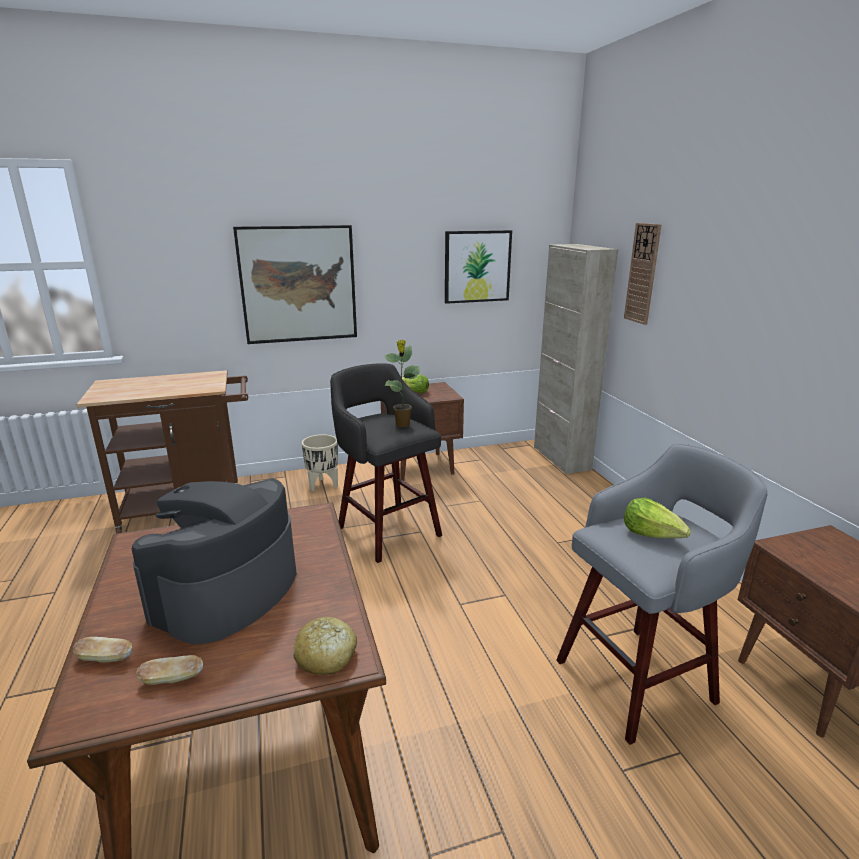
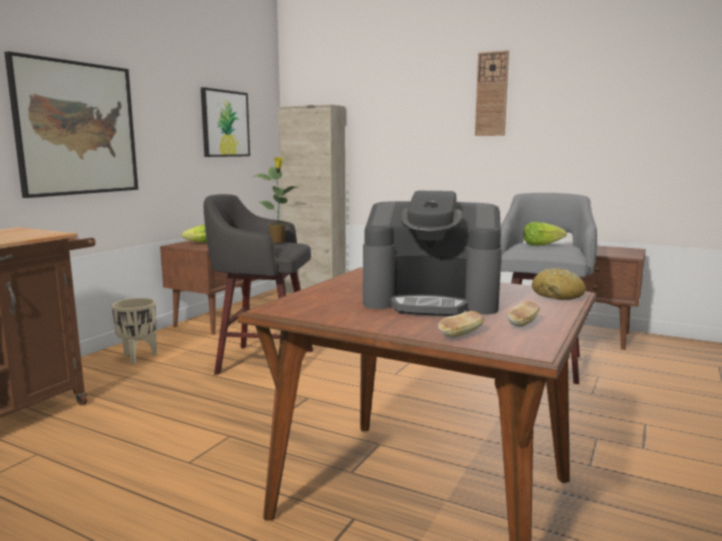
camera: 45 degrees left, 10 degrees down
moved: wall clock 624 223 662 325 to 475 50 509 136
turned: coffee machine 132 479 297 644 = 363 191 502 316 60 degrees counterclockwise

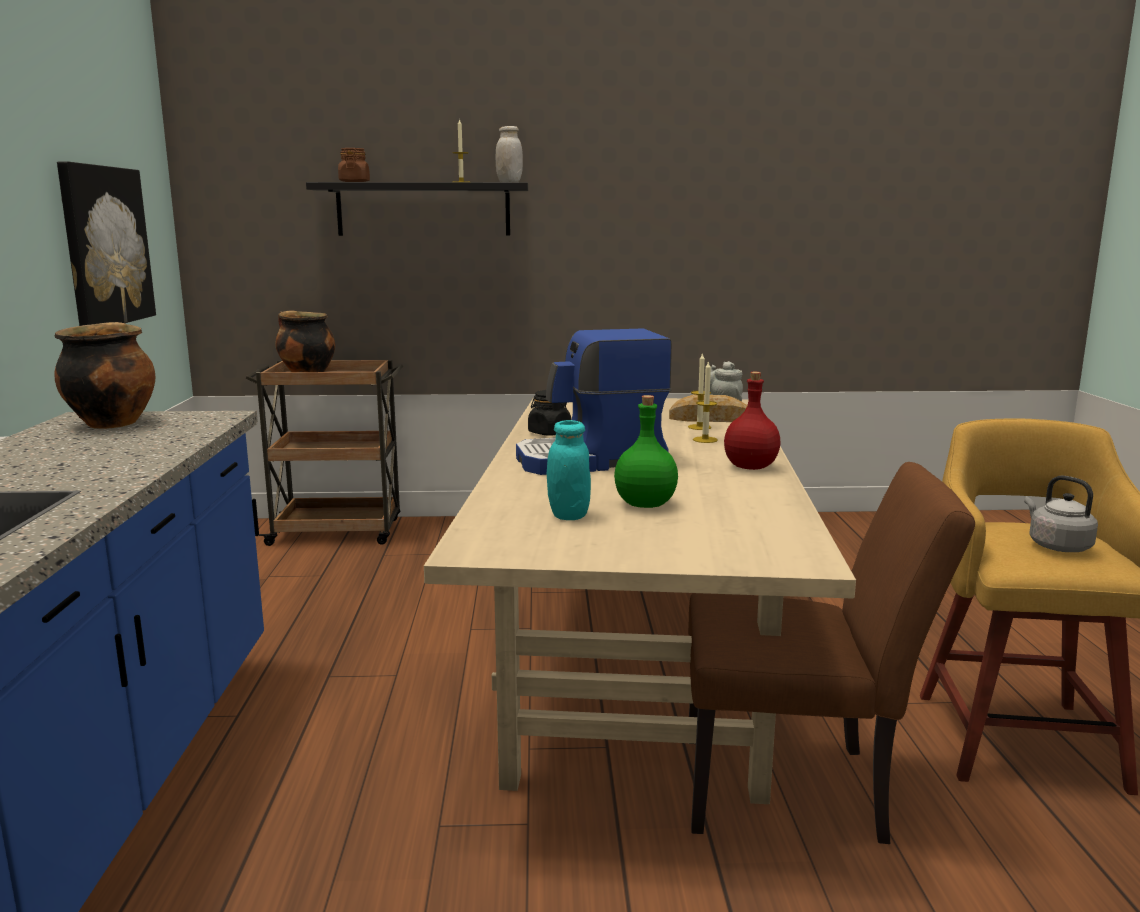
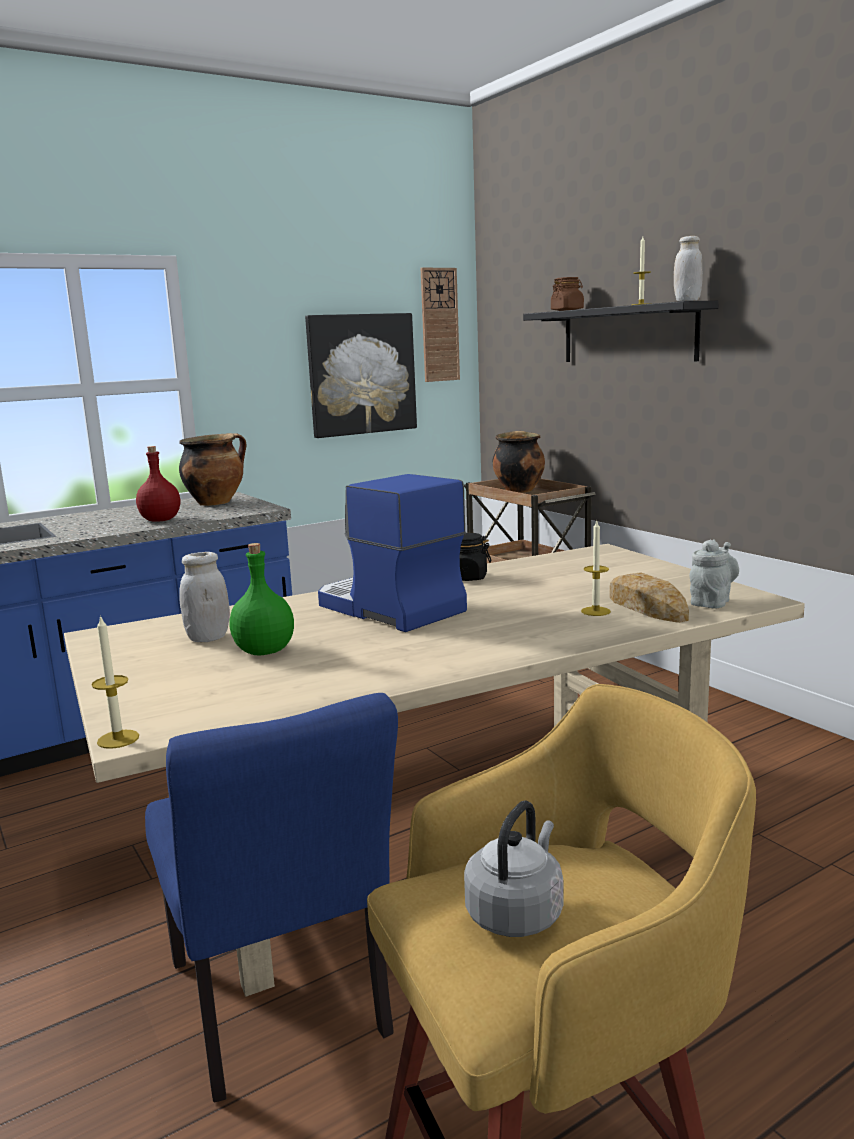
camera: 60 degrees right, 0 degrees up
added: wall clock 420 268 460 382
moved: candle 693 361 718 443 to 92 615 139 749; bottle (red) 724 372 781 470 to 136 446 180 522
recoloured: chair (brown) 688 462 975 844 to chair (blue) 145 693 398 1102; jar (turquoise) 547 420 591 520 to jar (white) 179 552 230 642

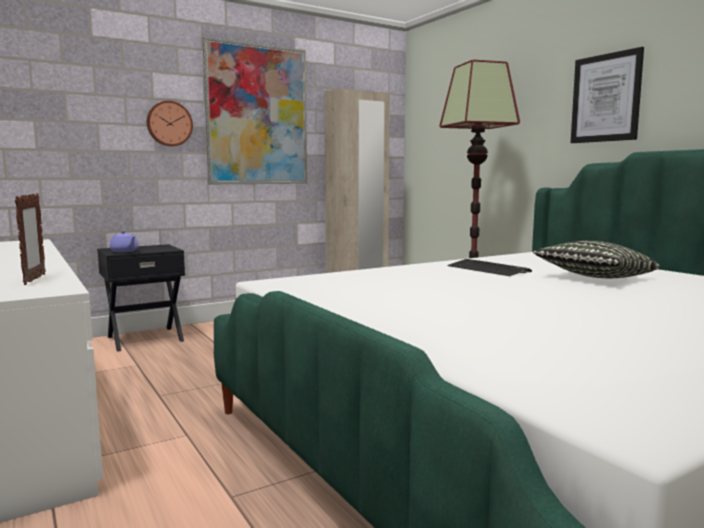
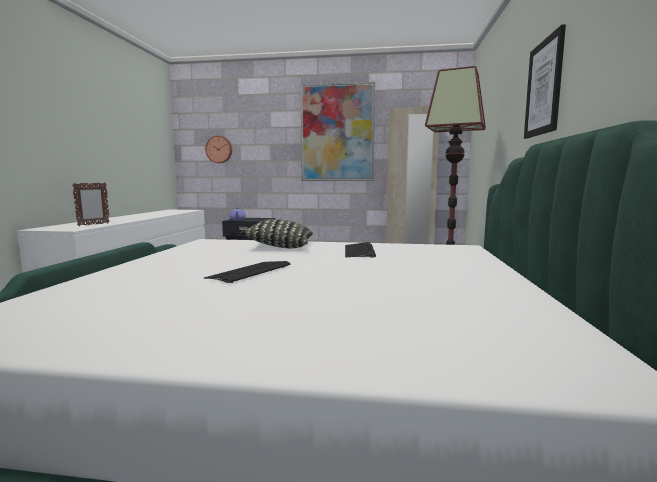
camera: 40 degrees right, 0 degrees up
added: keyboard 204 261 291 283
moved: wall clock 146 101 193 146 to 205 136 232 163; pillow 533 241 660 278 to 241 219 313 248

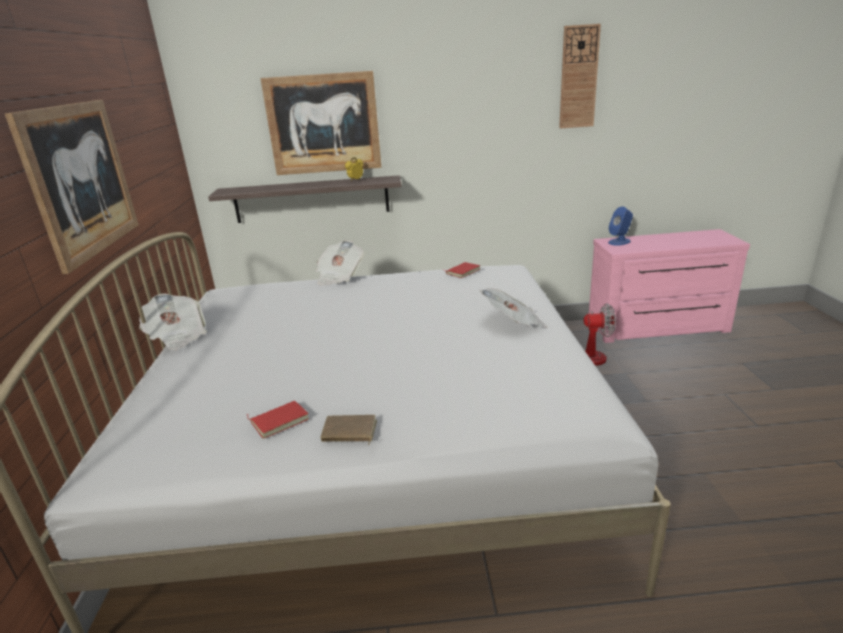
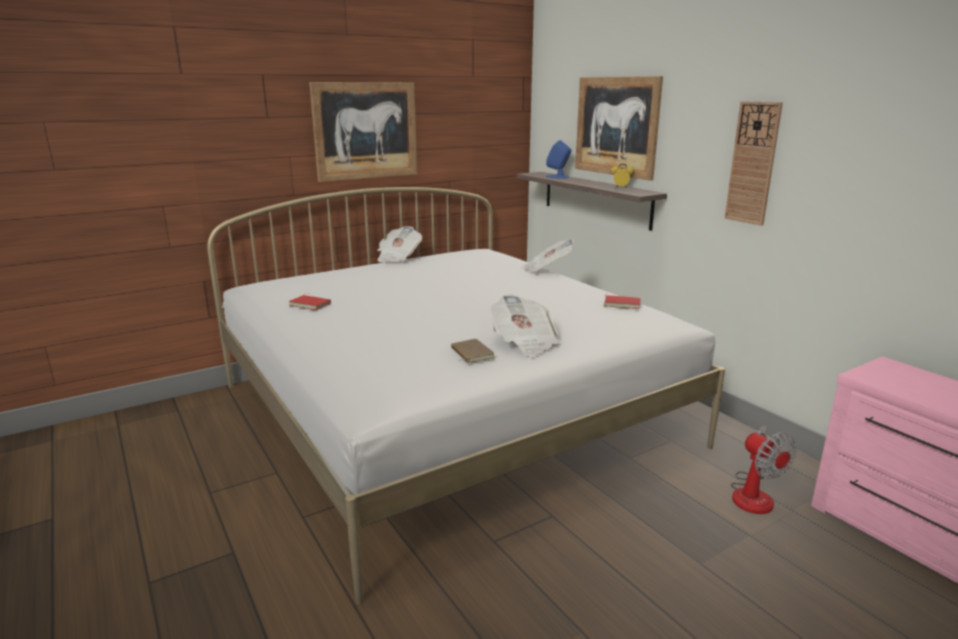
camera: 60 degrees right, 5 degrees down
moved: book (brown) 320 415 377 445 to 451 339 494 363; speaker (blue) 608 207 633 246 to 546 140 571 179; wall clock 559 24 601 129 to 725 101 783 226

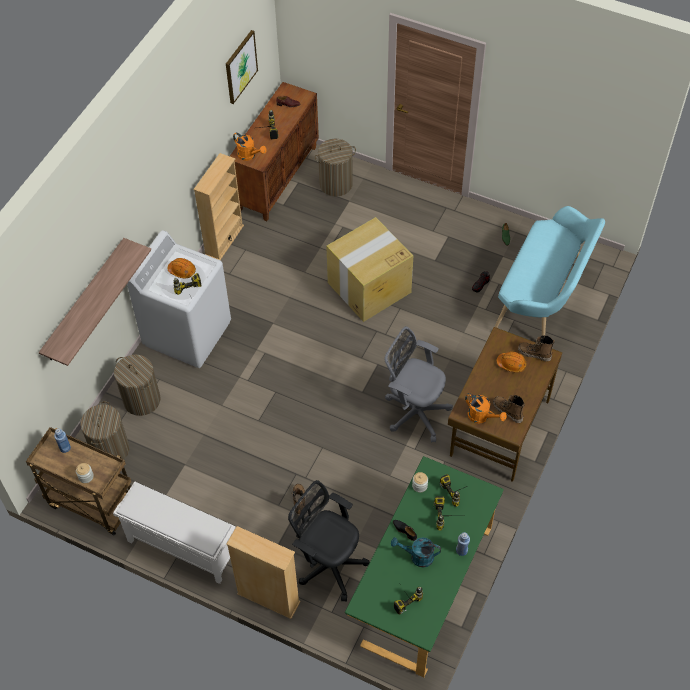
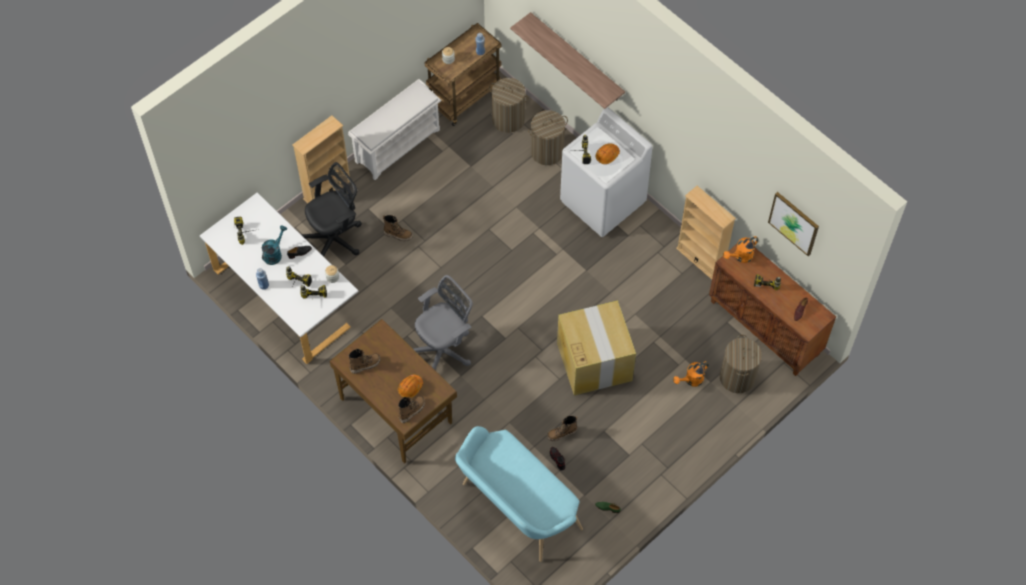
camera: 110 degrees right, 5 degrees up
added: boot 547 416 578 442
moved: watering can (orange) 465 393 507 424 to 673 361 709 387
recoloured: desk (green) 345 456 504 678 to desk (white) 200 192 358 364

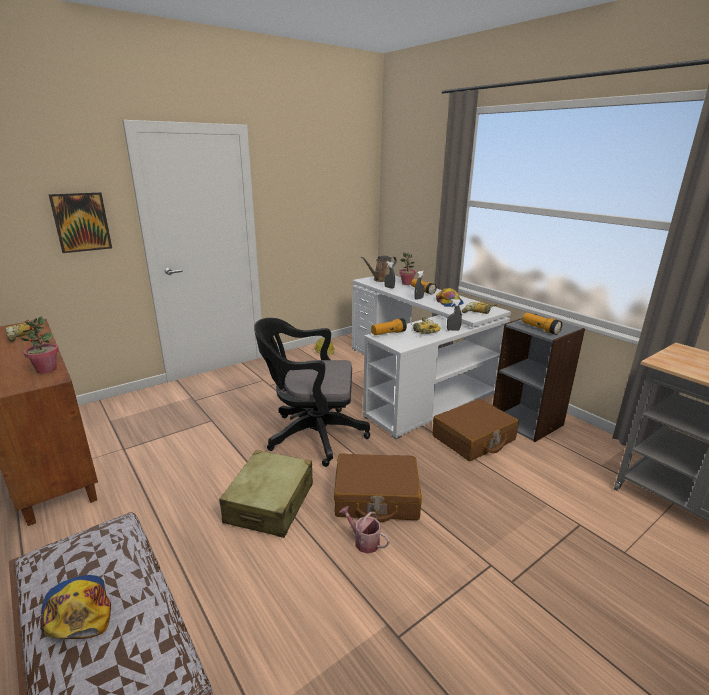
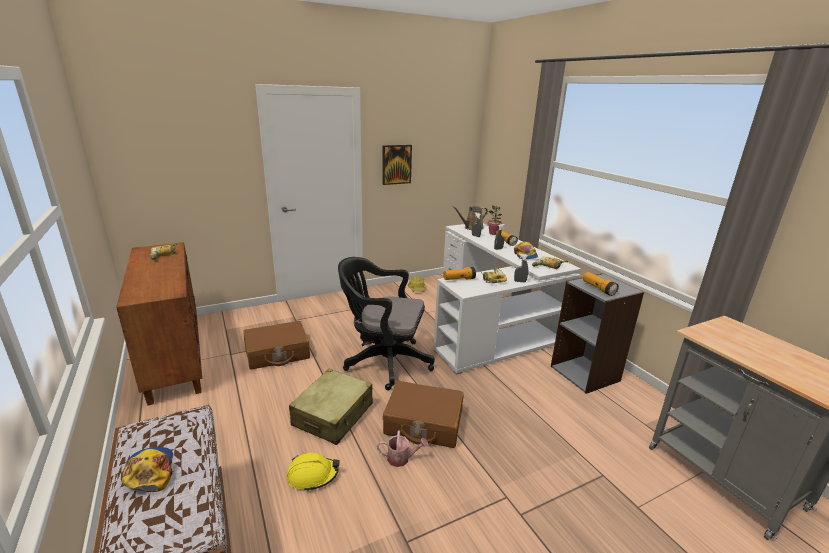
camera: 10 degrees right, 0 degrees up
removed: potted plant 20 316 59 374
added: hard hat (yellow) 286 453 340 491
moved: suitcase (brown) 432 399 519 461 to 243 321 310 370; picture 48 192 112 253 to 382 145 412 185
turned: watering can 340 506 390 554 = 377 430 429 467 135 degrees clockwise

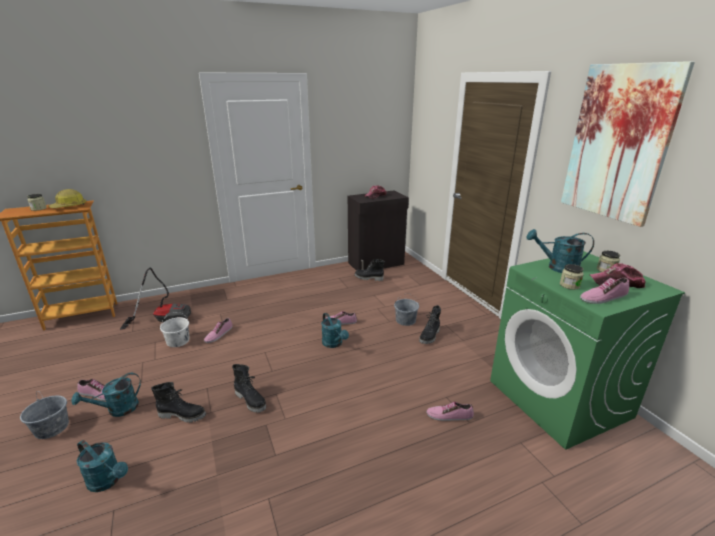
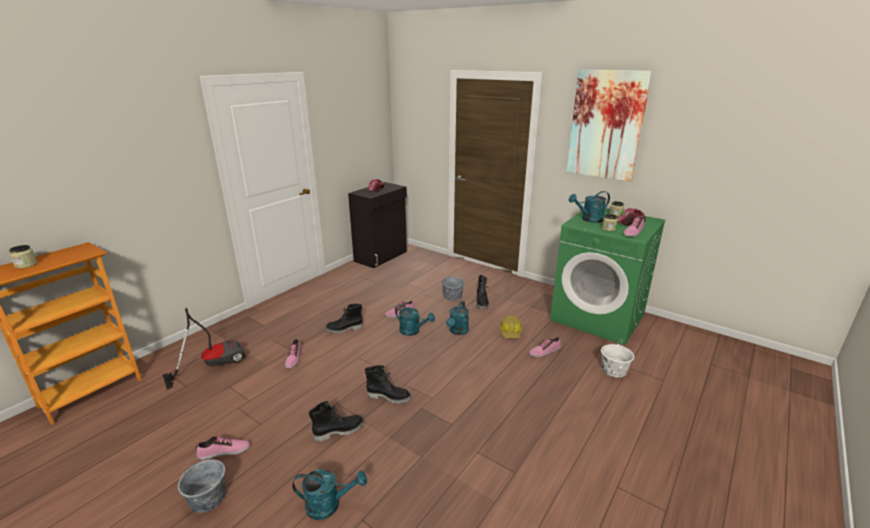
camera: 30 degrees left, 0 degrees up
moved: boot (black) 355 259 385 281 to 325 304 363 334; watering can (turquoise) 71 373 141 417 to 446 301 469 335; hard hat 49 189 86 208 to 500 315 523 339; bucket (white) 160 312 190 347 to 601 343 634 378

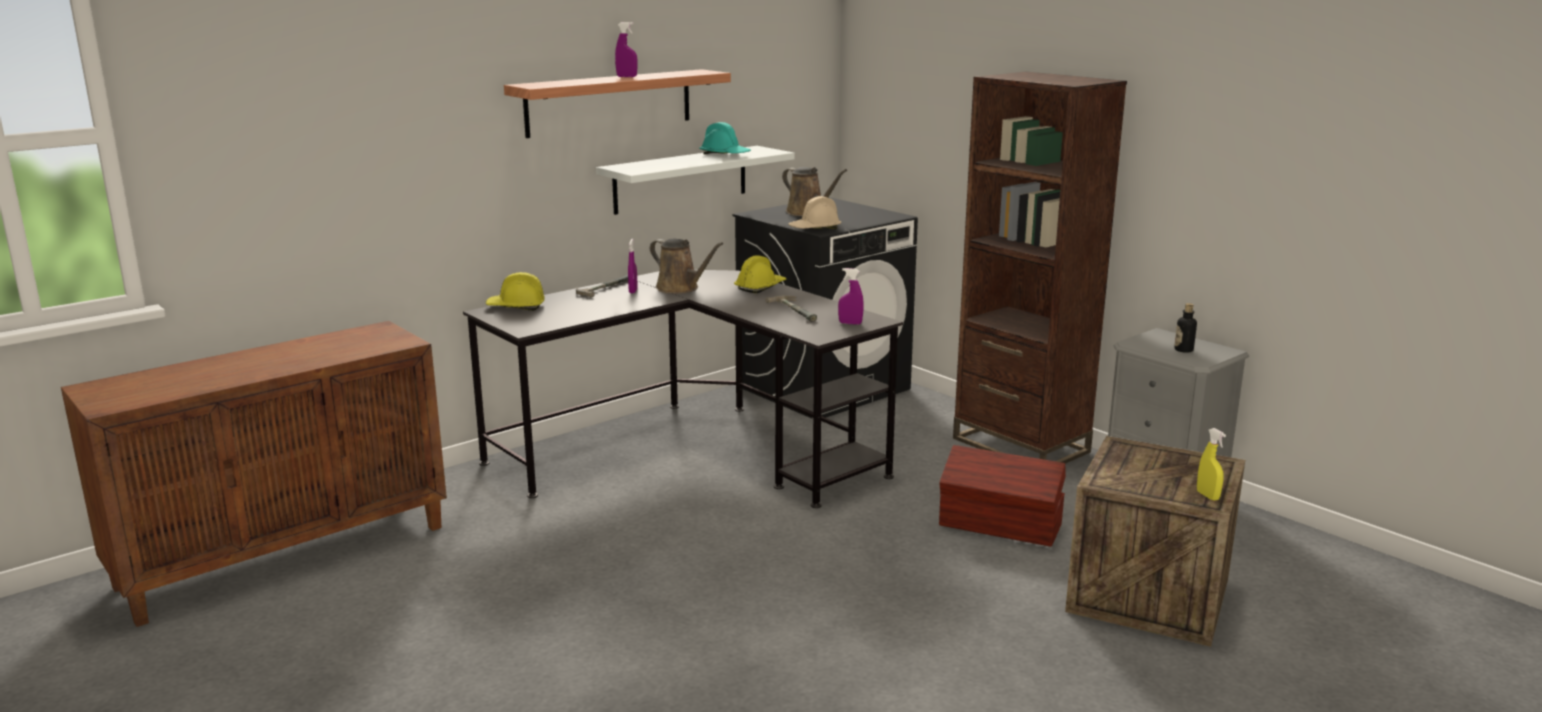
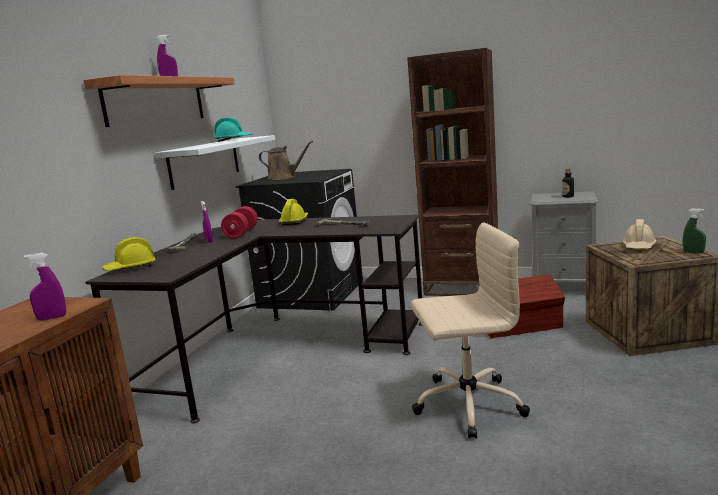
camera: 30 degrees left, 5 degrees down
added: office chair (beige) 411 222 530 439
moved: spray bottle (purple) 838 268 864 325 to 24 253 66 320; hard hat (beige) 788 196 841 229 to 622 219 657 249
replaced: watering can (brown) 650 238 723 294 to dumbbell (red) 221 206 258 238
recoloured: spray bottle (yellow) 1197 428 1226 501 to spray bottle (green) 683 208 706 254

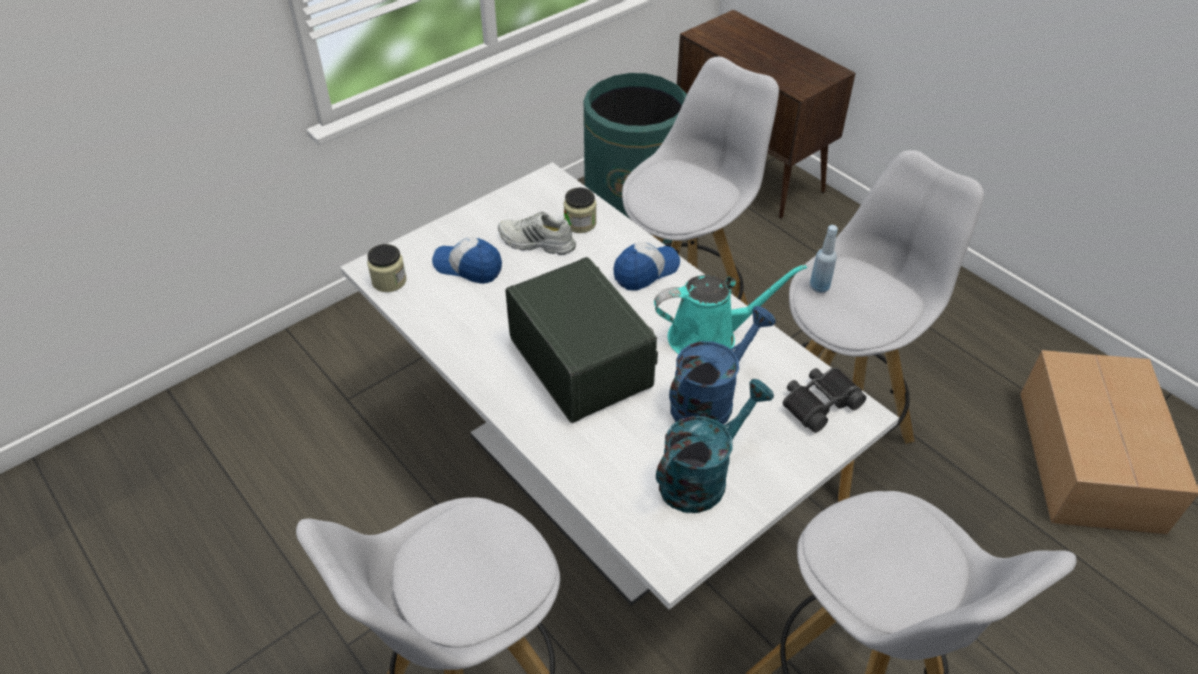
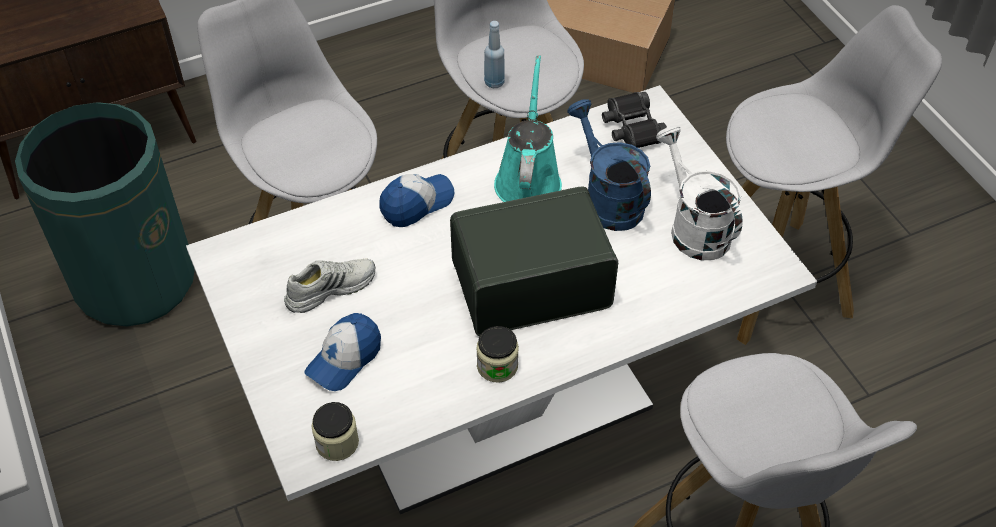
camera: 75 degrees left, 5 degrees up
moved: jar 564 187 597 233 to 476 326 519 383
recoloured: watering can (turquoise) 656 379 774 513 to watering can (white) 656 125 743 260
turned: shoe (white) 498 212 576 255 = 284 259 375 313 150 degrees counterclockwise; cap 613 242 680 291 = 379 174 455 227 75 degrees clockwise

